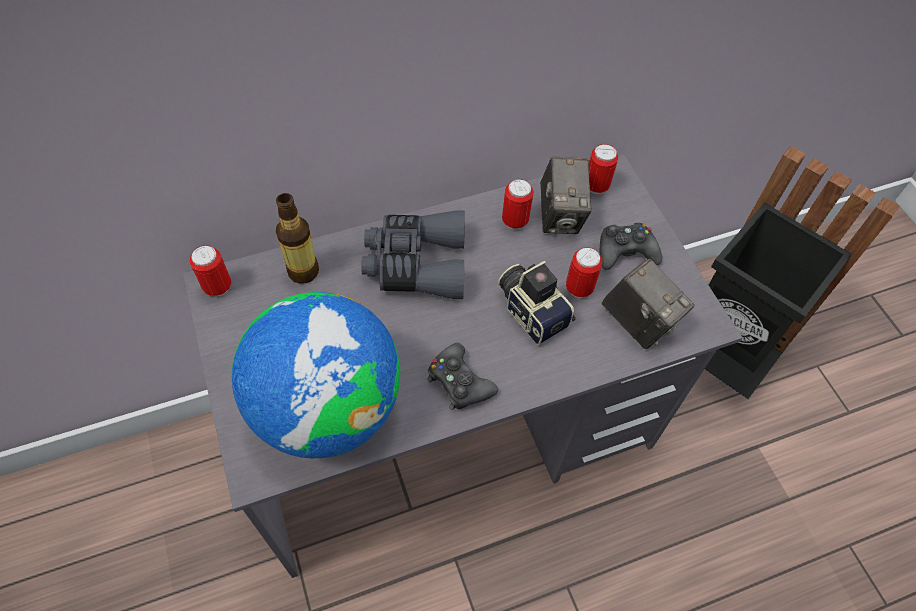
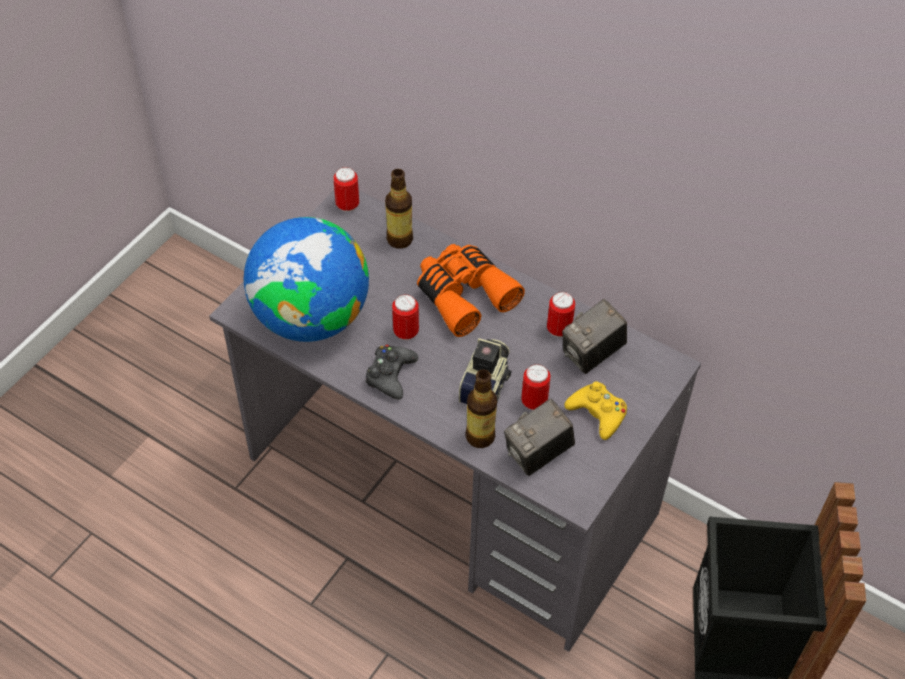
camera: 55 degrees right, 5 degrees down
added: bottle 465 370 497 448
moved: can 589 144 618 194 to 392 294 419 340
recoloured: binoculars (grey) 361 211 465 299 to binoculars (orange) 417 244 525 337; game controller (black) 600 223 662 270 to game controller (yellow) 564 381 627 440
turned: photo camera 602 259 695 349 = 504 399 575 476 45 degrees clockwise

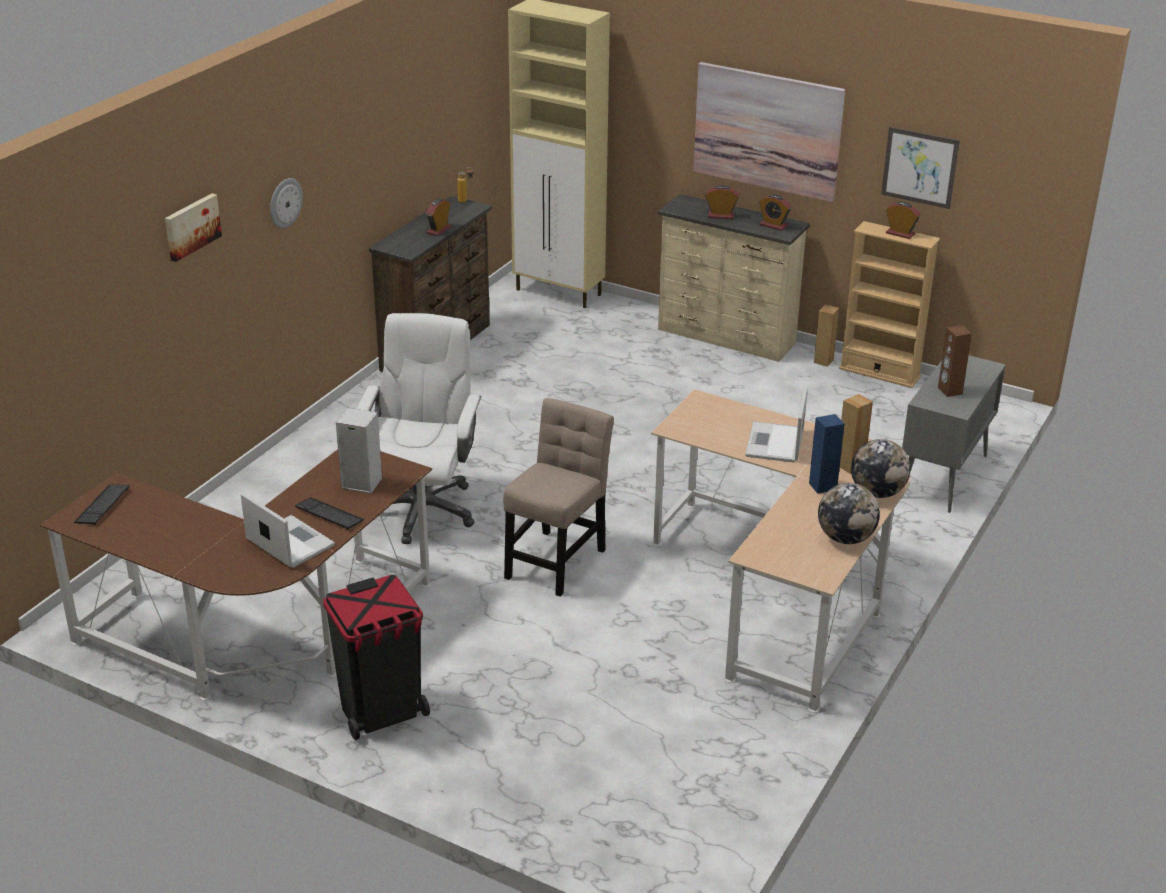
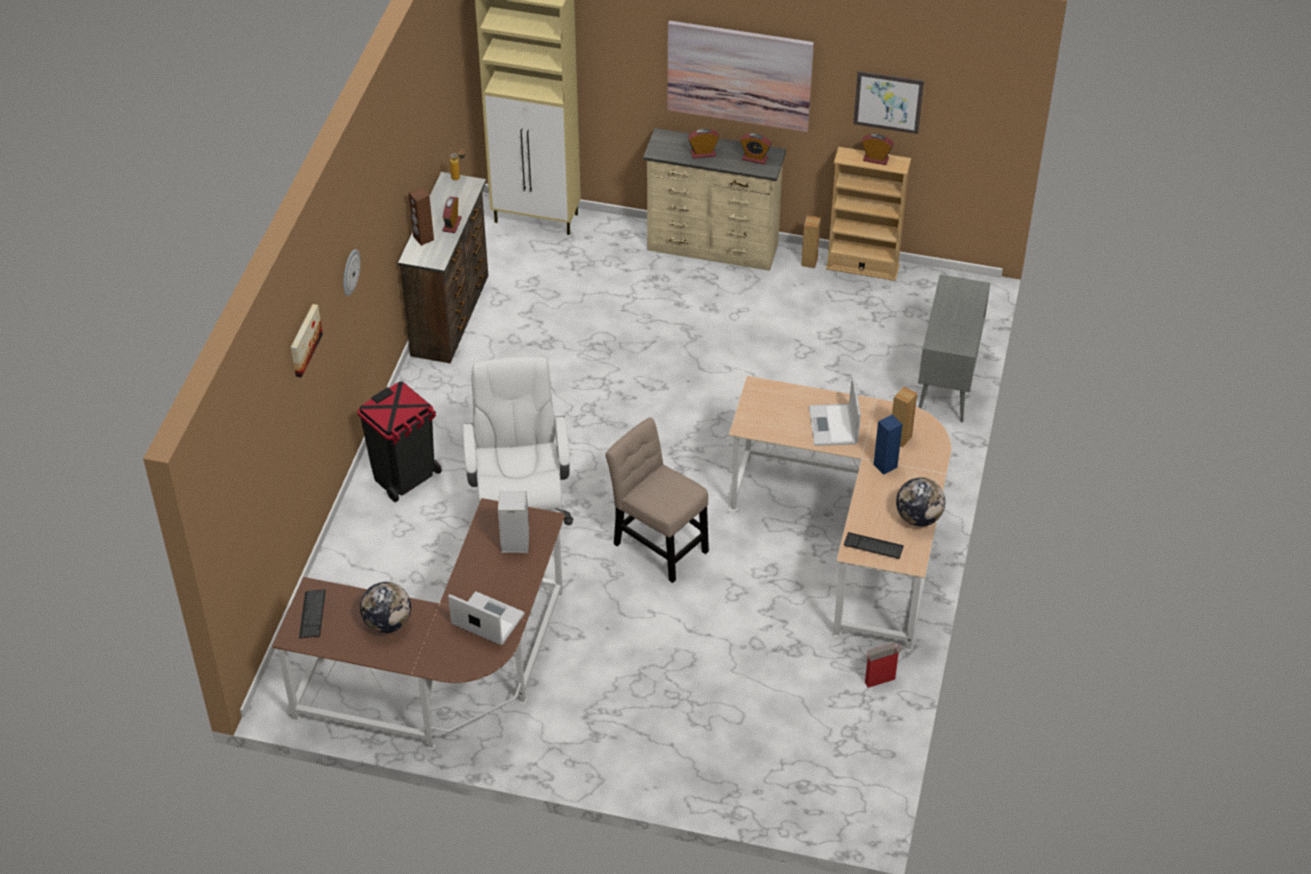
camera: 15 degrees left, 15 degrees up
added: cardboard box 865 642 902 688
moved: trash can (black) 323 575 430 740 to 357 381 442 502; globe 851 439 910 498 to 360 582 411 633; speaker (brown) 938 325 972 397 to 408 187 434 246; keyboard 295 498 365 530 to 844 532 904 559
turned: chair (beige) 504 398 614 597 = 605 417 709 583 60 degrees counterclockwise

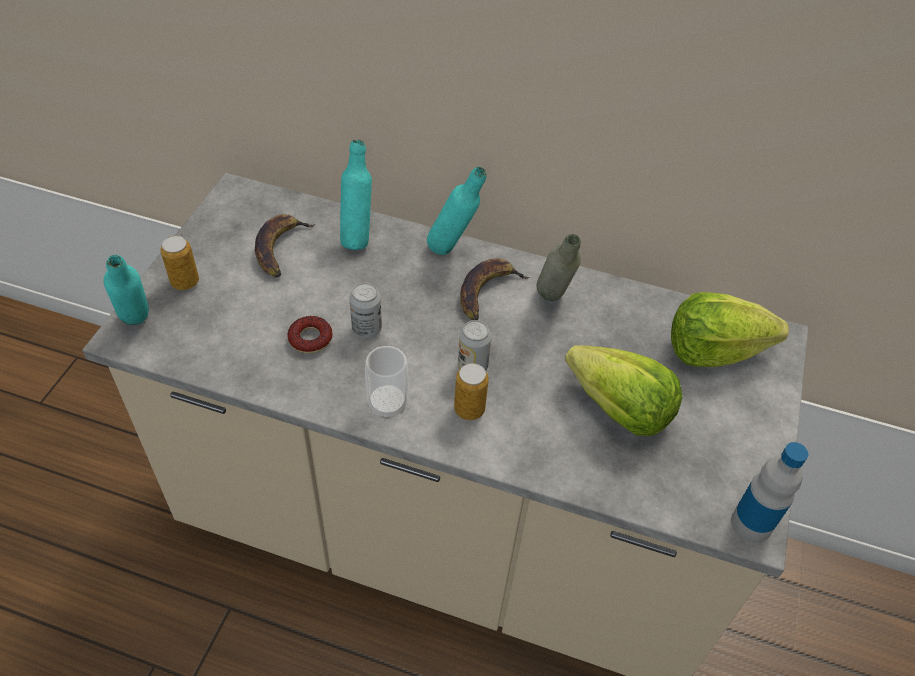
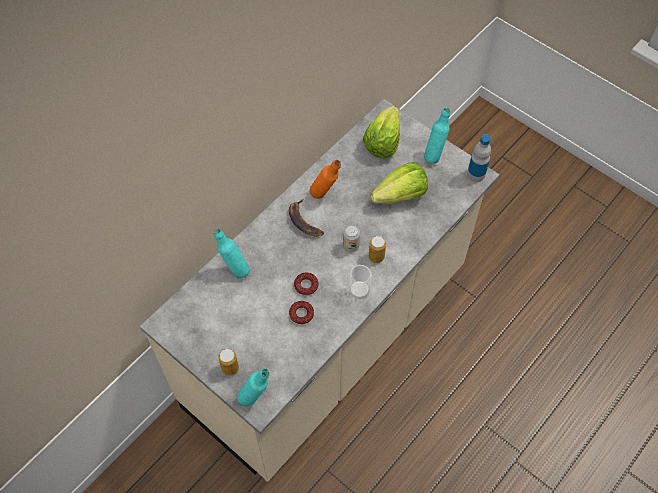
camera: 65 degrees left, 10 degrees up
removed: banana 255 214 315 278
moved: bottle (turquoise) 427 167 487 255 to 424 108 450 164
replaced: can 349 283 382 338 to donut 294 272 319 295
recoloured: bottle (grey) 537 234 581 301 to bottle (orange) 310 160 341 199

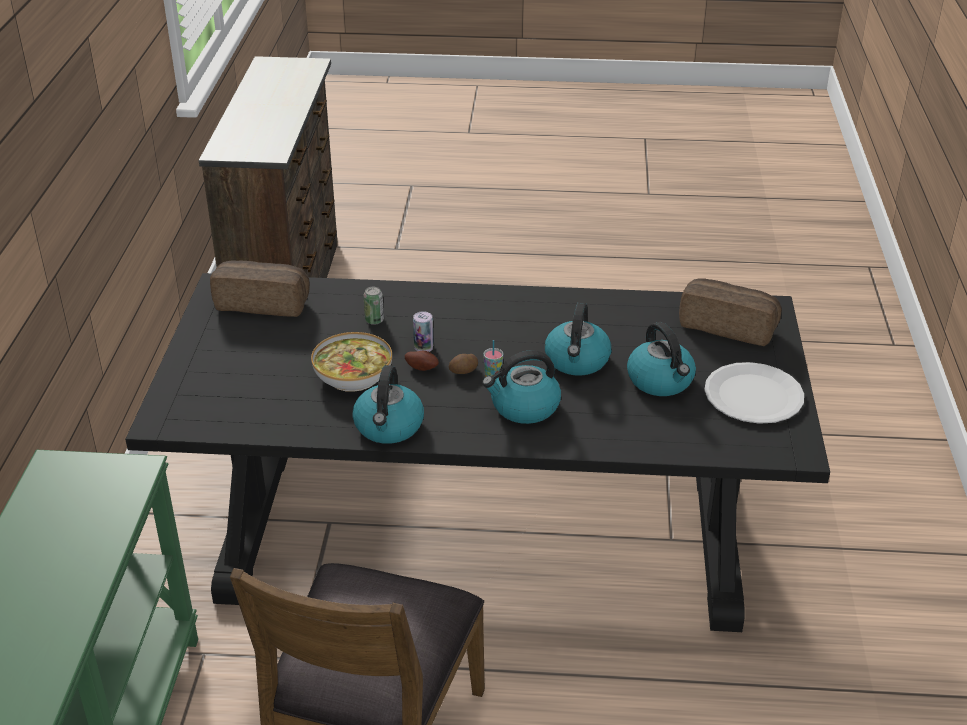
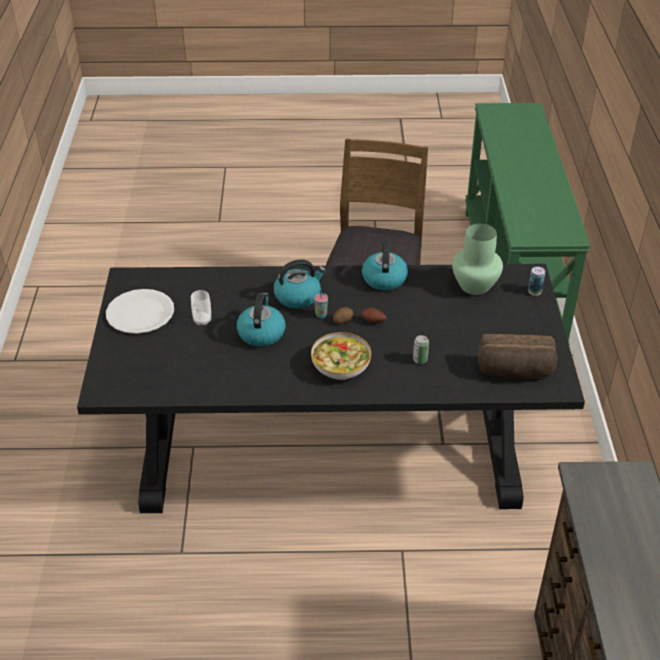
camera: 175 degrees right, 5 degrees up
removed: bread 679 278 782 346
added: vase (green) 452 224 503 295
moved: bowl 311 332 392 392 to 311 332 371 380; can 413 311 434 352 to 528 267 545 296
replaced: kettle 627 322 696 396 to cup 191 290 211 326

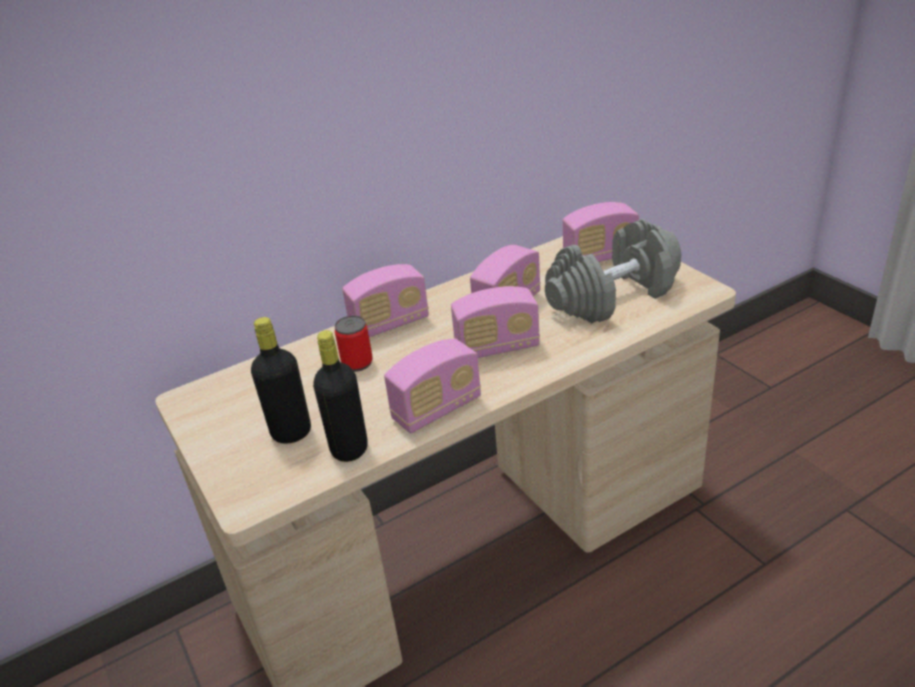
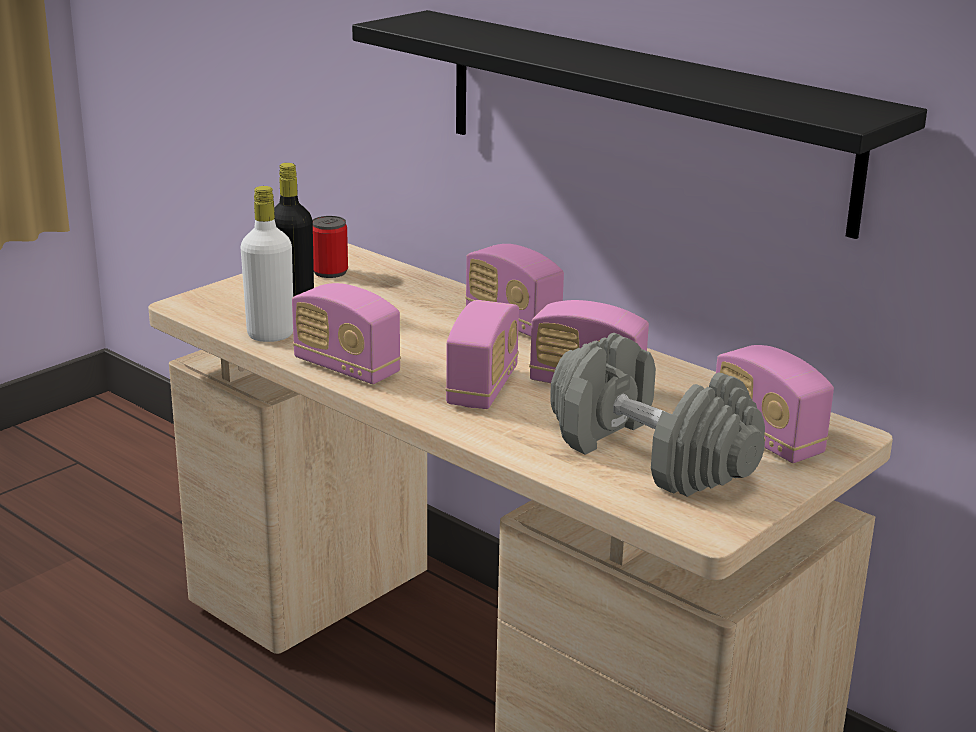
camera: 70 degrees right, 10 degrees down
added: shelf (black) 352 10 927 239
moved: can 335 316 373 372 to 312 216 348 278
recoloured: bottle (black) 313 330 368 462 to bottle (white) 241 186 293 342
turned: radio 451 286 540 358 = 445 300 519 409 135 degrees counterclockwise

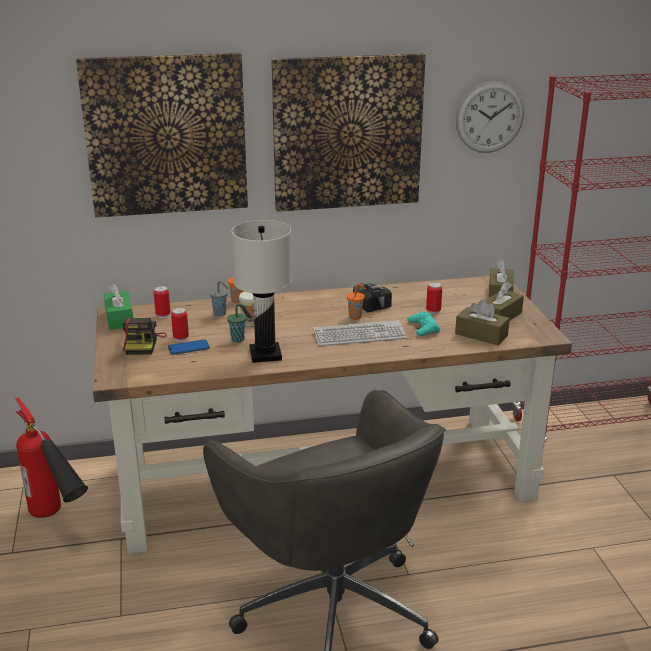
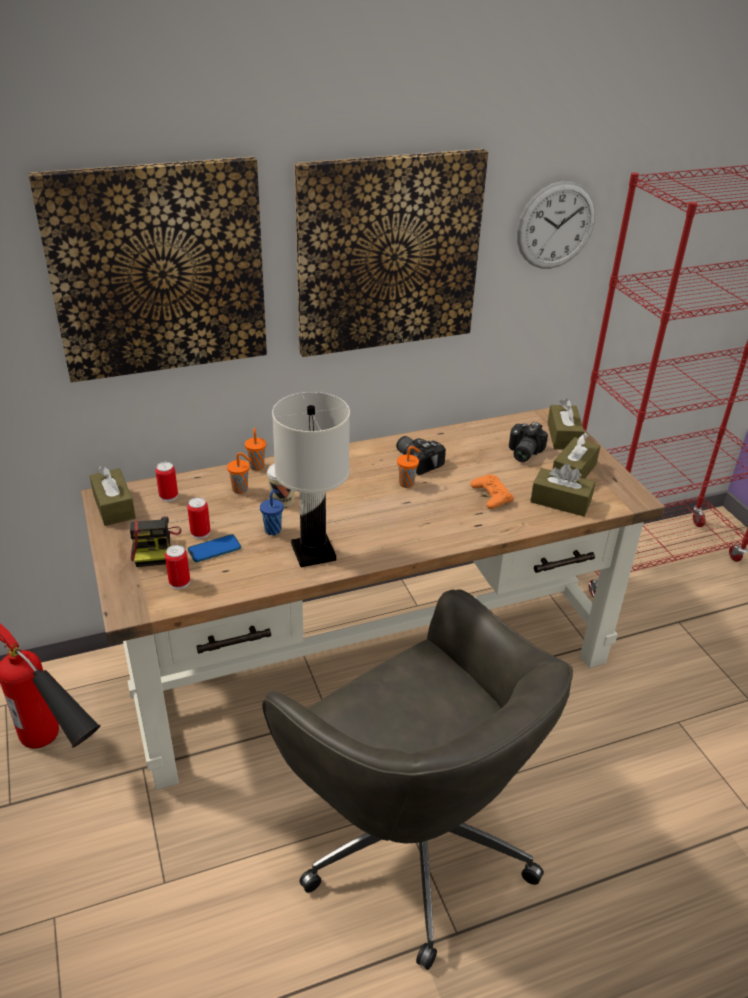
camera: 10 degrees left, 10 degrees up
removed: keyboard 313 320 407 346
added: photo camera 509 422 548 462
moved: can 426 282 442 314 to 165 545 190 589
recoloured: tissue box (green) 104 283 133 330 to tissue box (brown) 89 466 136 526; cup (grey) 210 281 228 317 to cup (orange) 227 452 251 494; cup (green) 227 304 246 343 to cup (blue) 260 489 284 535; game controller (turquoise) 408 312 440 336 to game controller (orange) 470 474 514 509

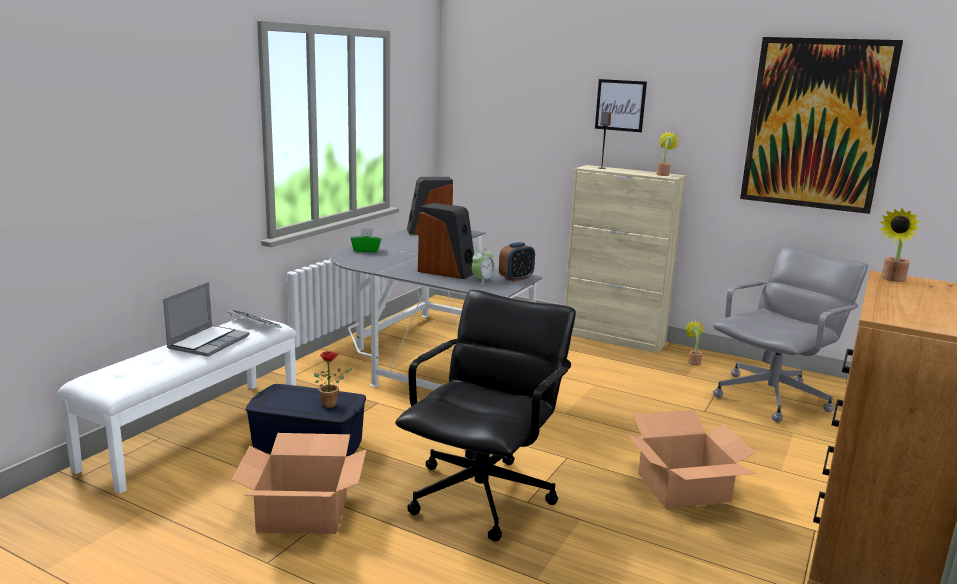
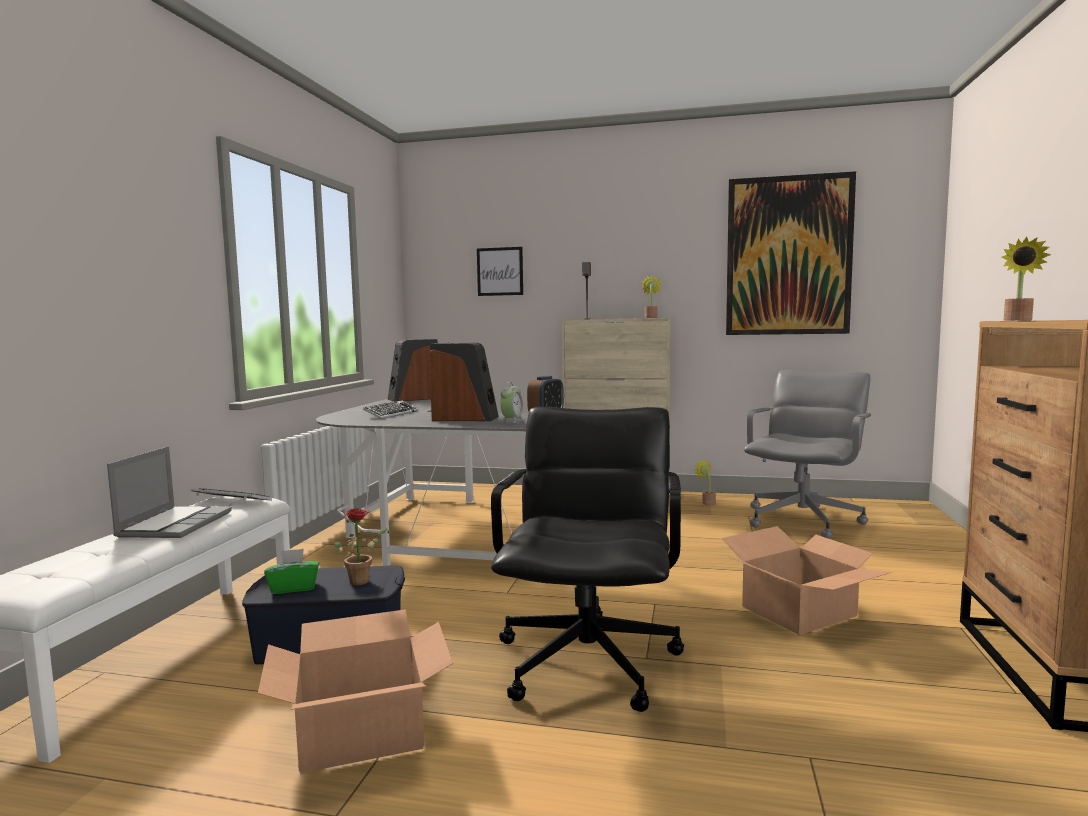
camera: 15 degrees left, 10 degrees down
added: keyboard 363 401 419 419
moved: tissue box (green) 351 228 382 253 to 264 548 319 594; picture 595 79 647 132 to 477 247 523 296

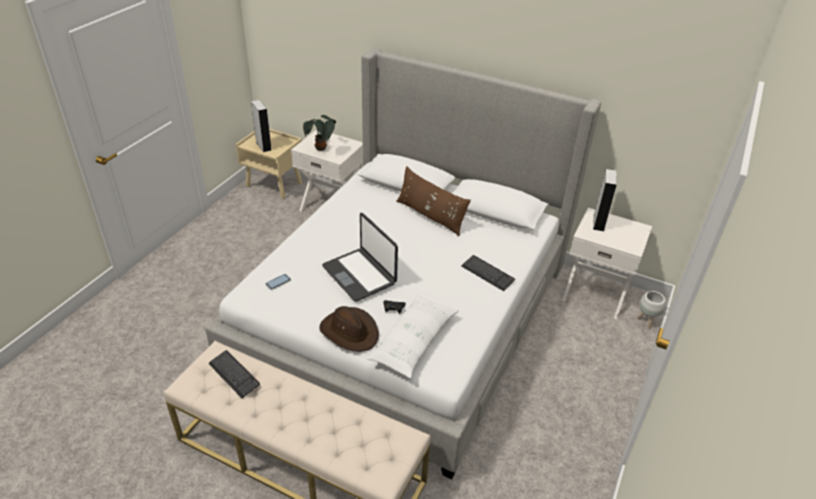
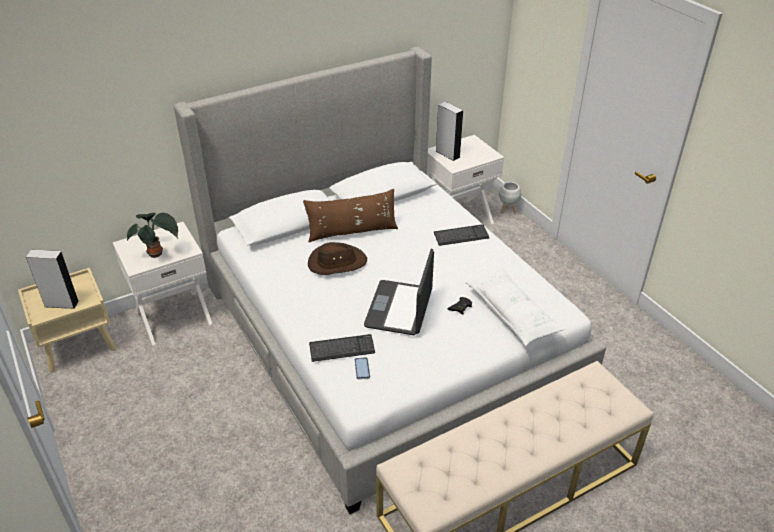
camera: 55 degrees left, 0 degrees up
moved: hat (brown) 319 306 379 352 to 308 242 367 275; keyboard 208 350 260 398 to 309 334 375 362
turned: laptop 322 213 398 302 = 364 249 434 335 105 degrees clockwise

